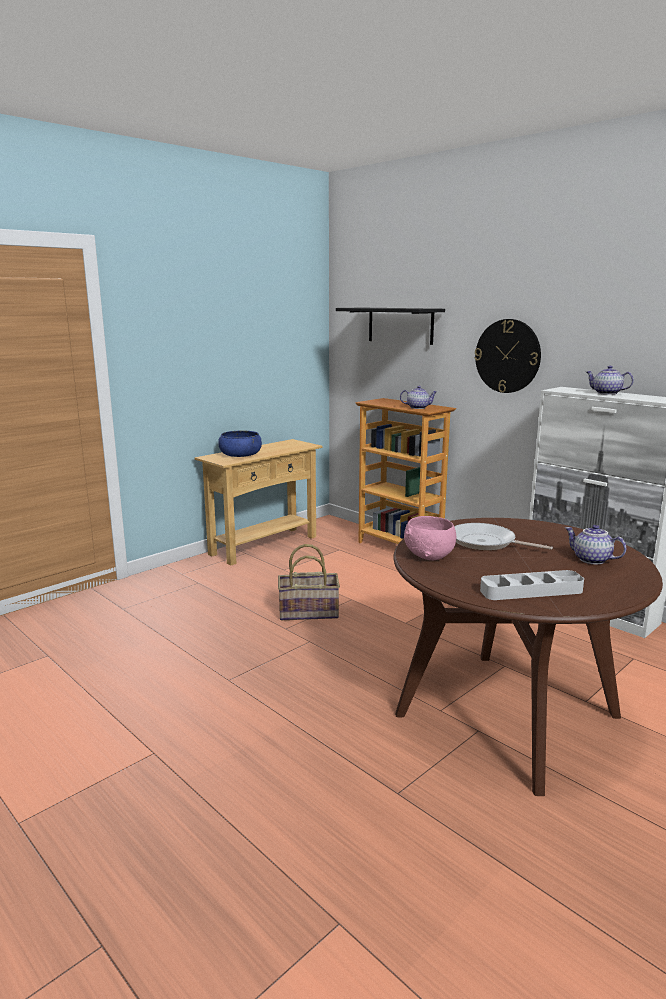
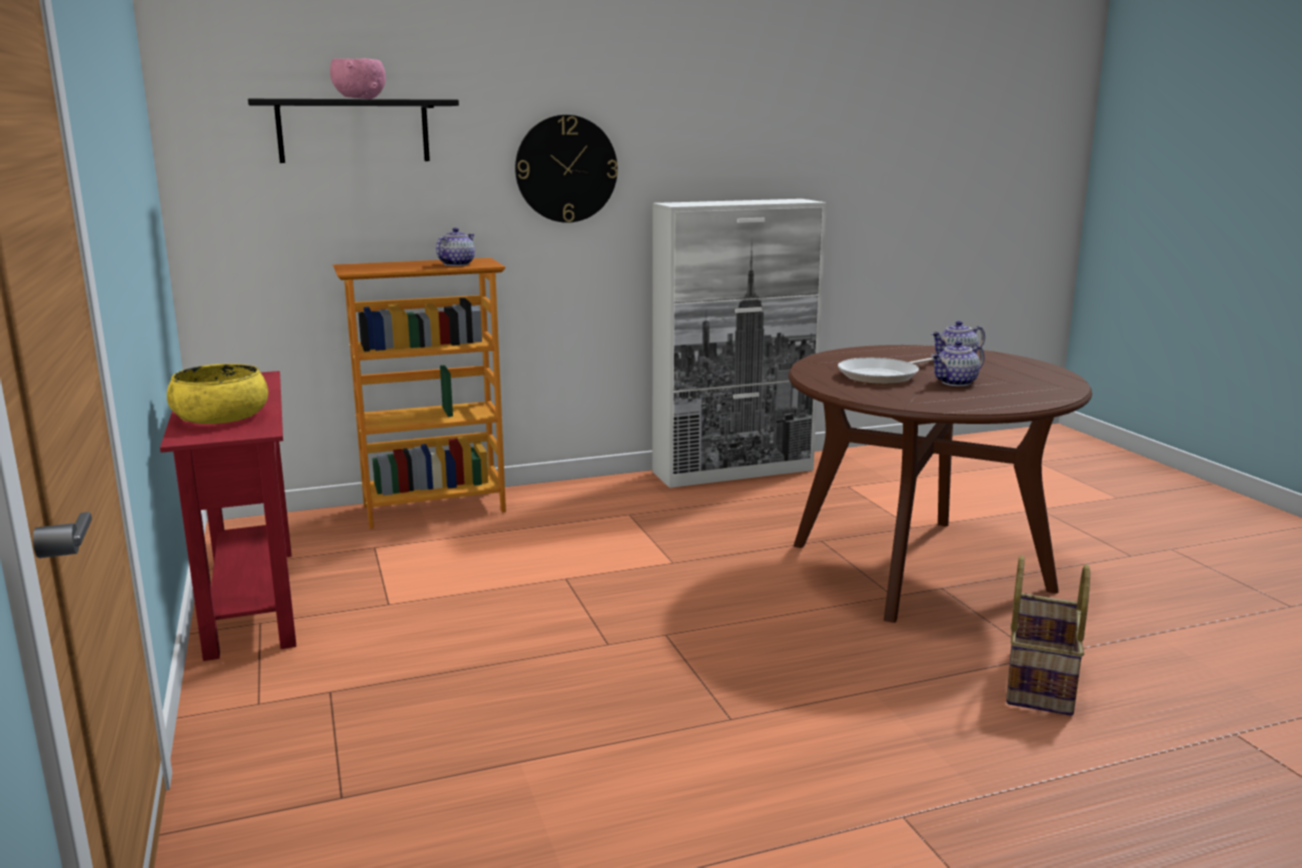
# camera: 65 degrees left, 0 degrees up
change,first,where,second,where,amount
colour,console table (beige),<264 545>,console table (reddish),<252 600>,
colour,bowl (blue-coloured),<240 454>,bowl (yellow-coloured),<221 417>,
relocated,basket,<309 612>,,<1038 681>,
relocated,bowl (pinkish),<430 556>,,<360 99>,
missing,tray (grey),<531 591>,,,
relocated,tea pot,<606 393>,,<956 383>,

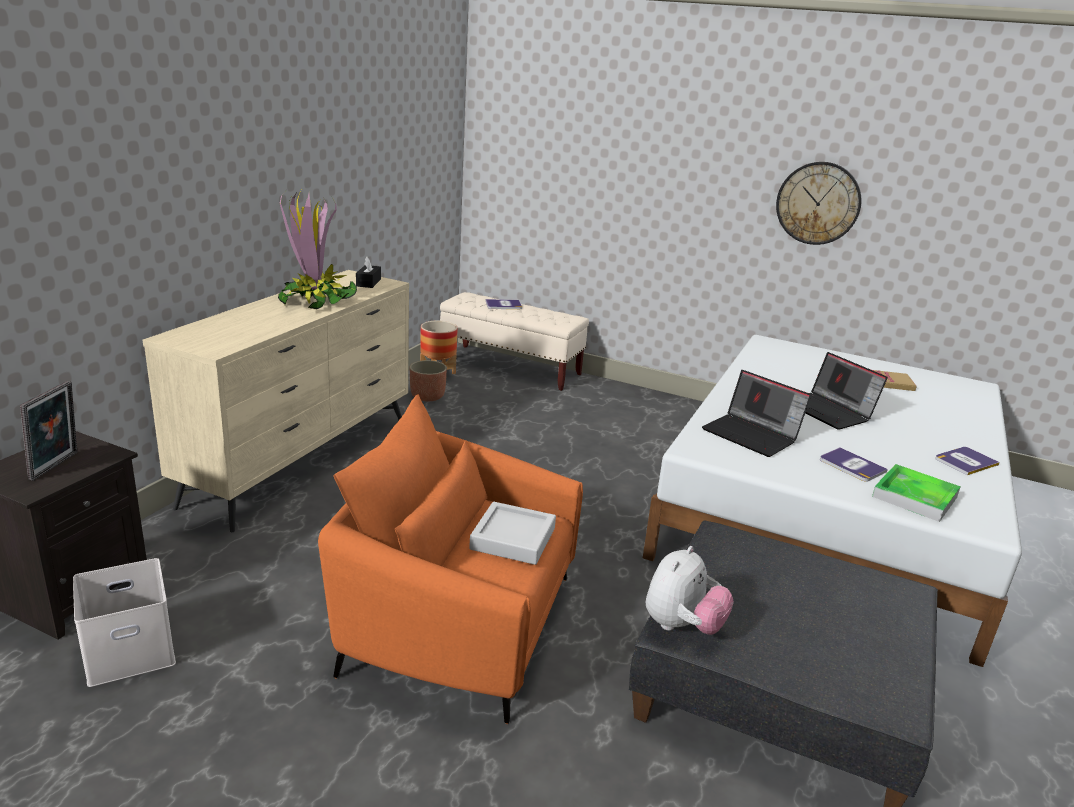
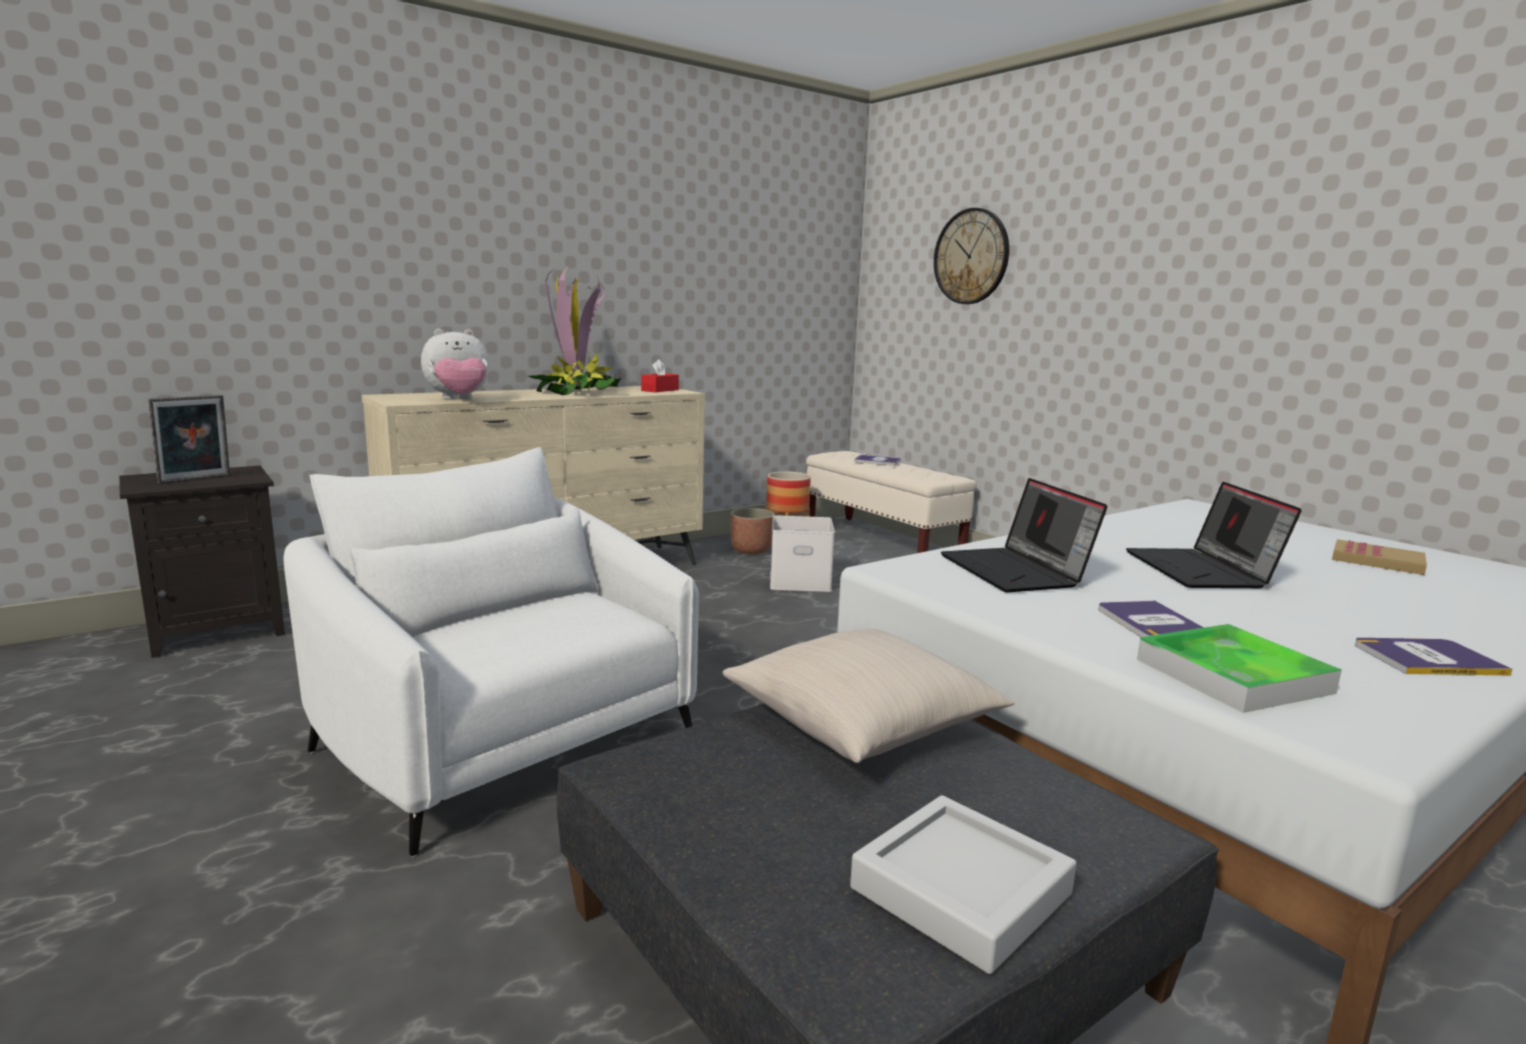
# camera: 30 degrees right, 10 degrees down
change,first,where,second,where,amount
relocated,storage bin (white),<131 649>,,<801 580>,
colour,easy chair (orange),<458 622>,easy chair (white),<506 739>,
colour,box of tissues (blackish),<368 283>,box of tissues (reddish),<660 390>,
relocated,tray (grey),<513 539>,,<961 891>,
relocated,cuddly toy,<682 626>,,<458 399>,
relocated,wall clock,<818 203>,,<971 256>,
appeared,,,cushion (beige),<861 723>,

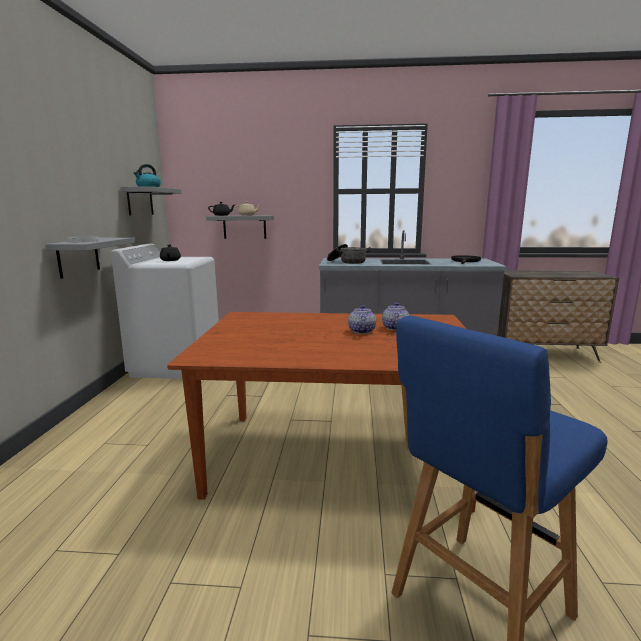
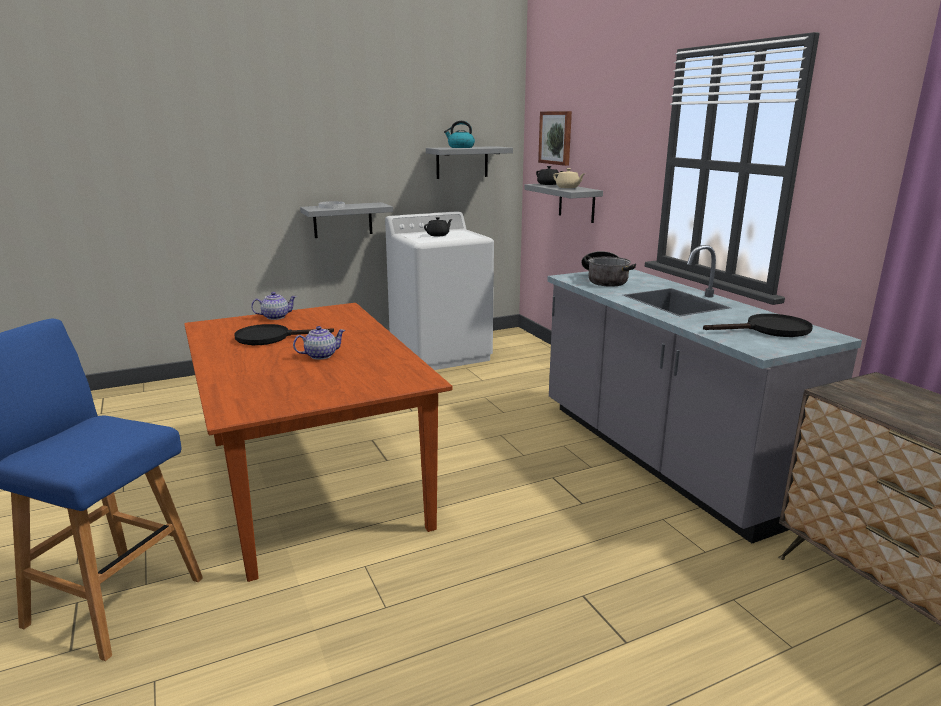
# camera: 60 degrees right, 5 degrees up
change,first,where,second,where,amount
relocated,tea pot,<394 328>,,<275 317>,
appeared,,,pan (blackish),<271 338>,
appeared,,,wall picture,<556 137>,

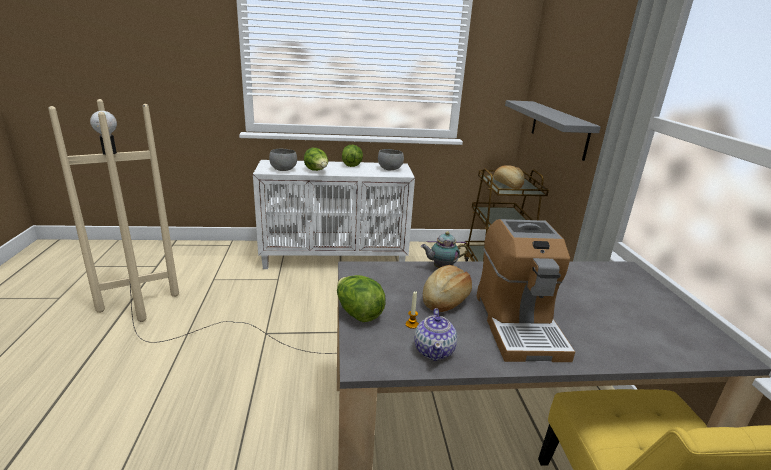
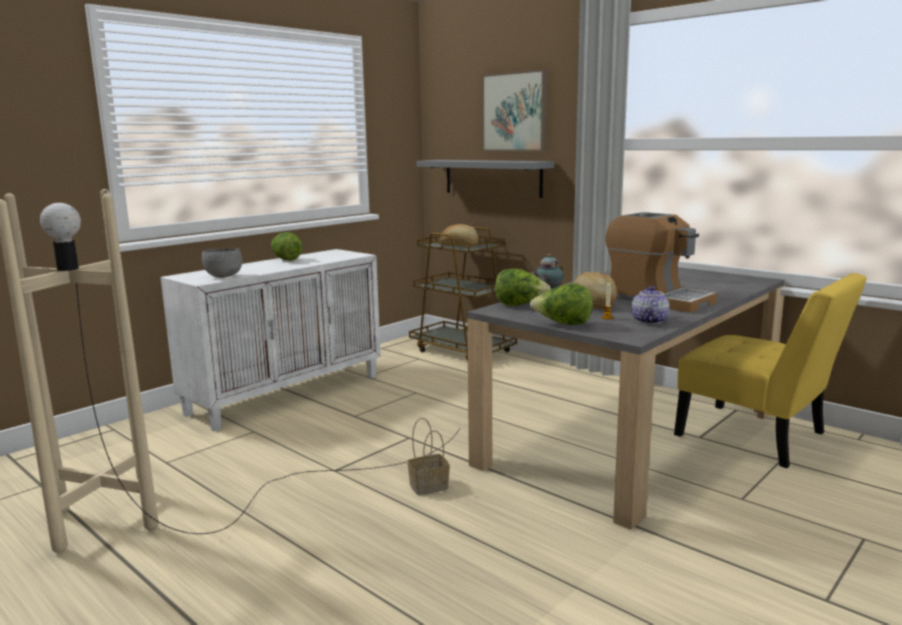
# camera: 40 degrees left, 10 degrees down
change,first,where,second,where,amount
relocated,head of lettuce,<317 171>,,<520 305>,
missing,bowl (grey),<389 169>,,,
spun,tea pot,<434 350>,,<649 321>,135 degrees counterclockwise
appeared,,,basket,<429 485>,
appeared,,,wall picture,<515 112>,

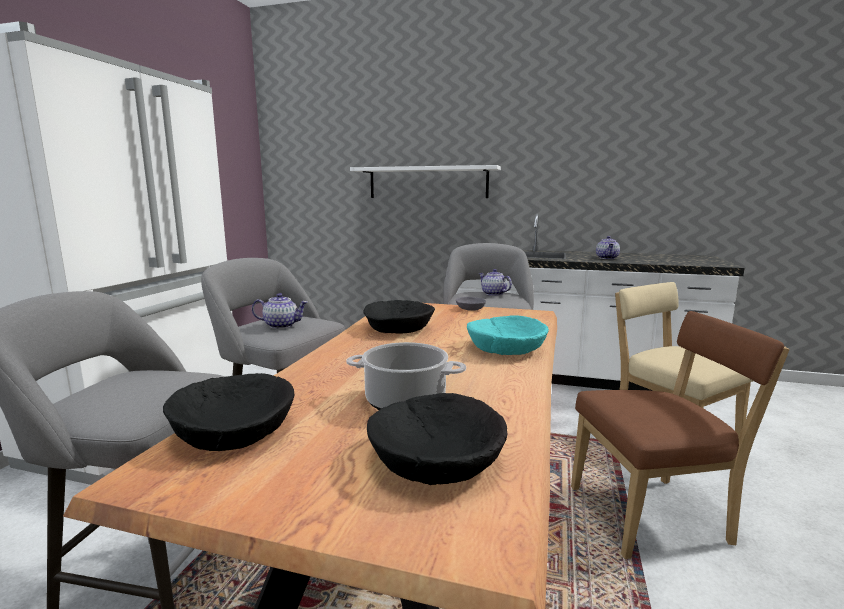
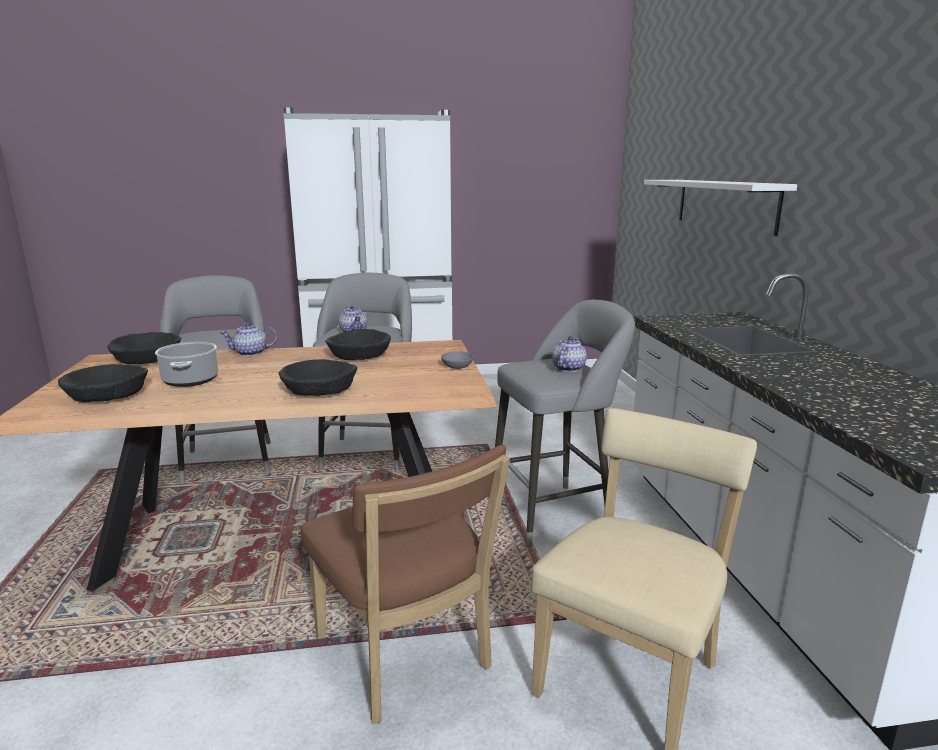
# camera: 65 degrees right, 5 degrees up
change,first,where,second,where,amount
colour,bowl (blue-green),<506 349>,bowl (blackish),<319 391>,
relocated,tea pot,<607 258>,,<250 353>,

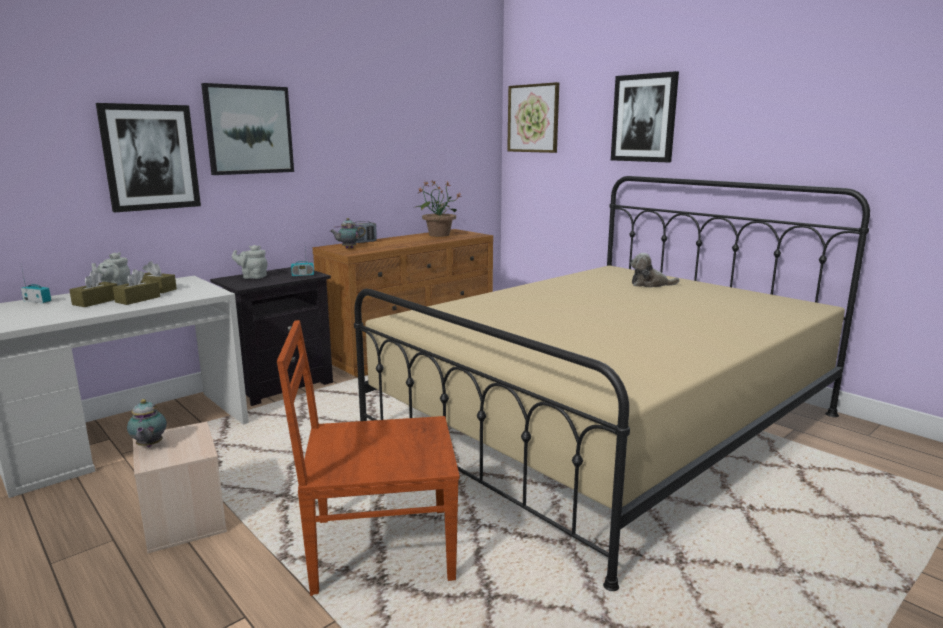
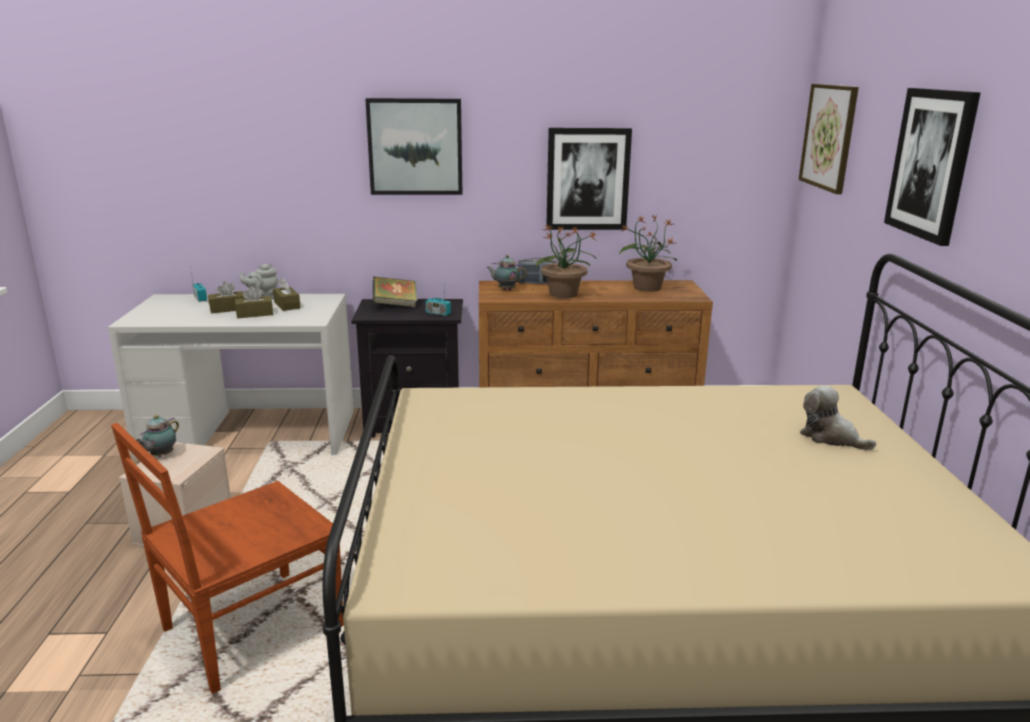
# camera: 40 degrees right, 5 degrees up
change,first,where,second,where,amount
relocated,wall picture,<150 157>,,<587 179>,
exchanged,tea pot (grey),<253 277>,volume,<395 305>,
spun,chair (brownish),<378 549>,,<248 630>,75 degrees counterclockwise
appeared,,,plant in a pot,<564 294>,

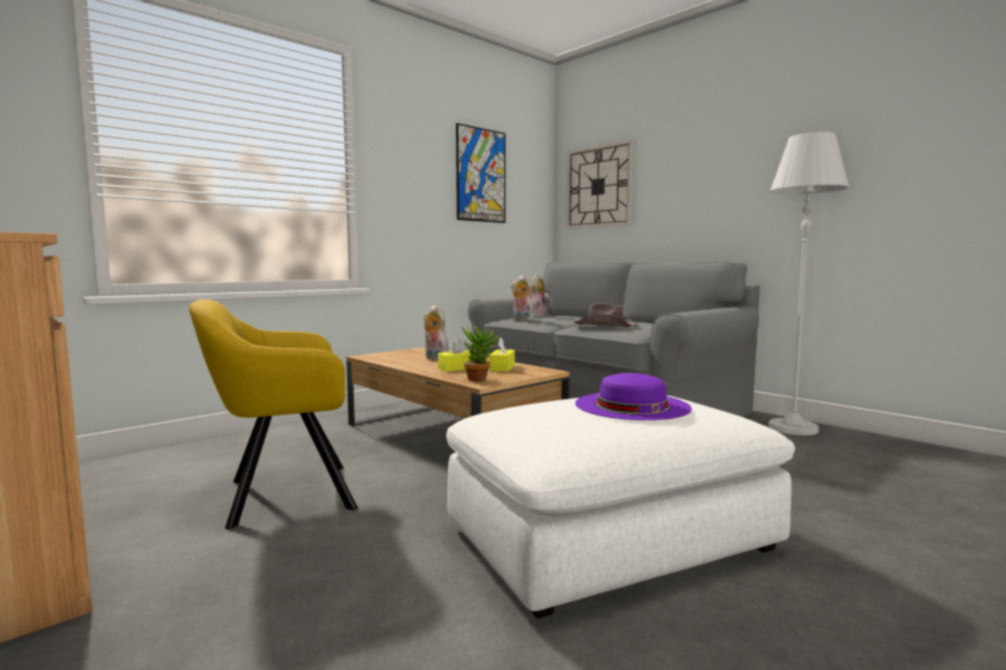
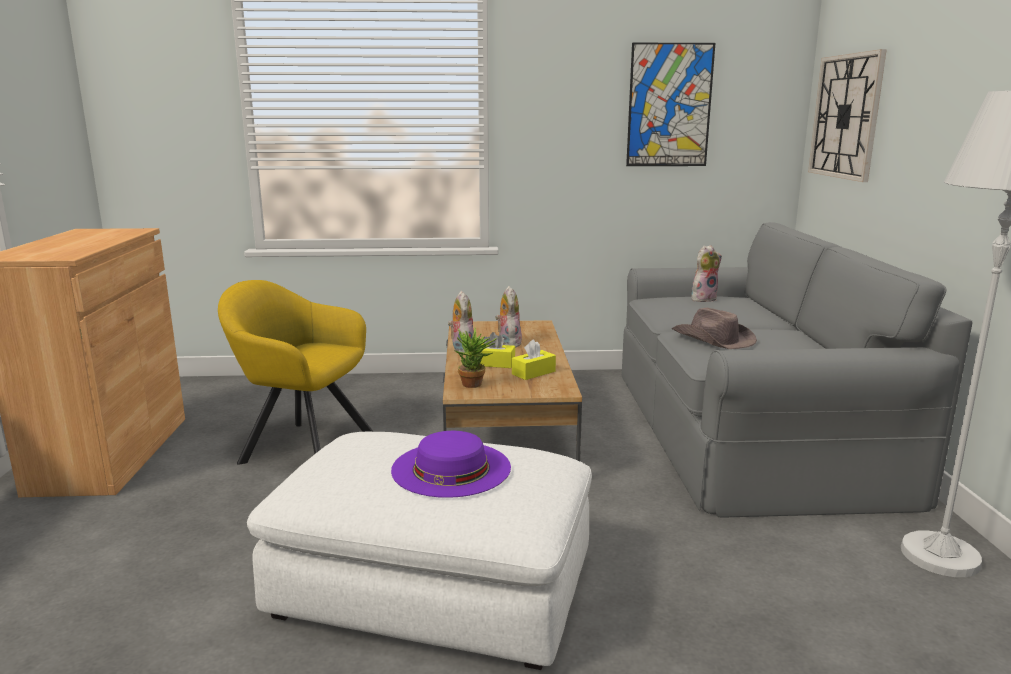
# camera: 40 degrees right, 10 degrees up
change,first,where,second,where,amount
relocated,cuddly toy,<521 320>,,<461 349>,

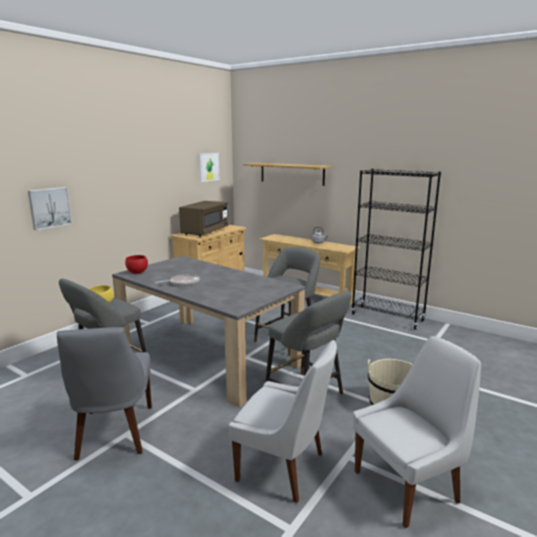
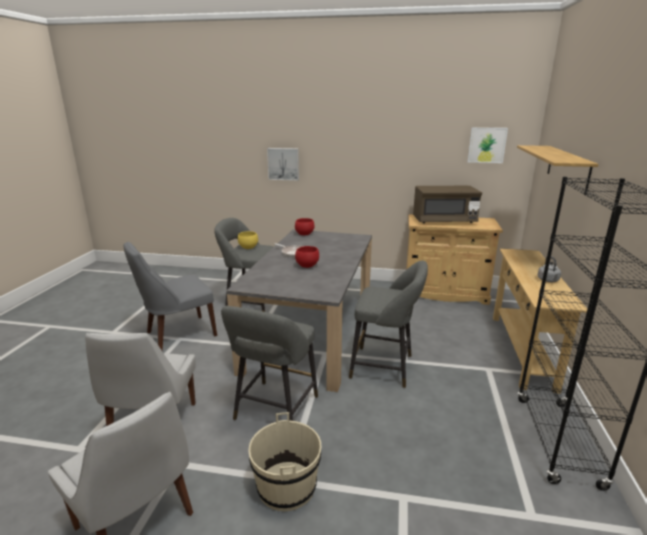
# camera: 65 degrees right, 5 degrees up
change,first,where,second,where,amount
appeared,,,bowl (reddish),<306 266>,

